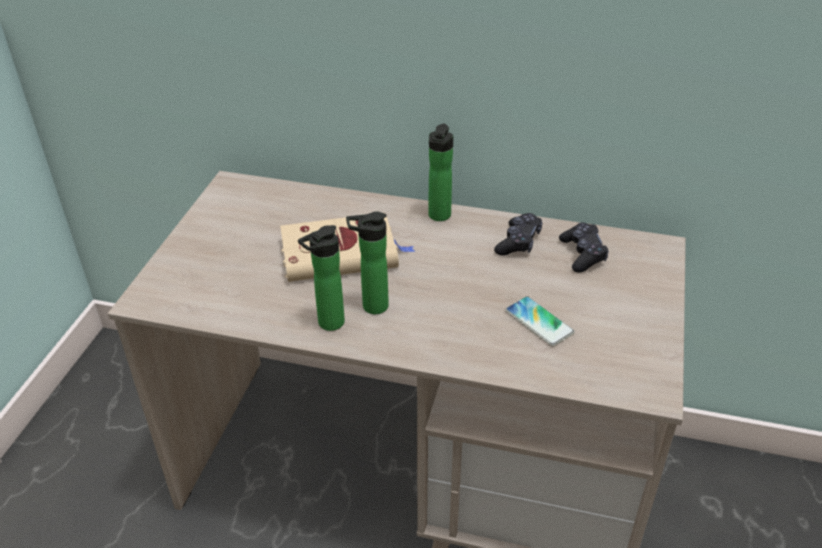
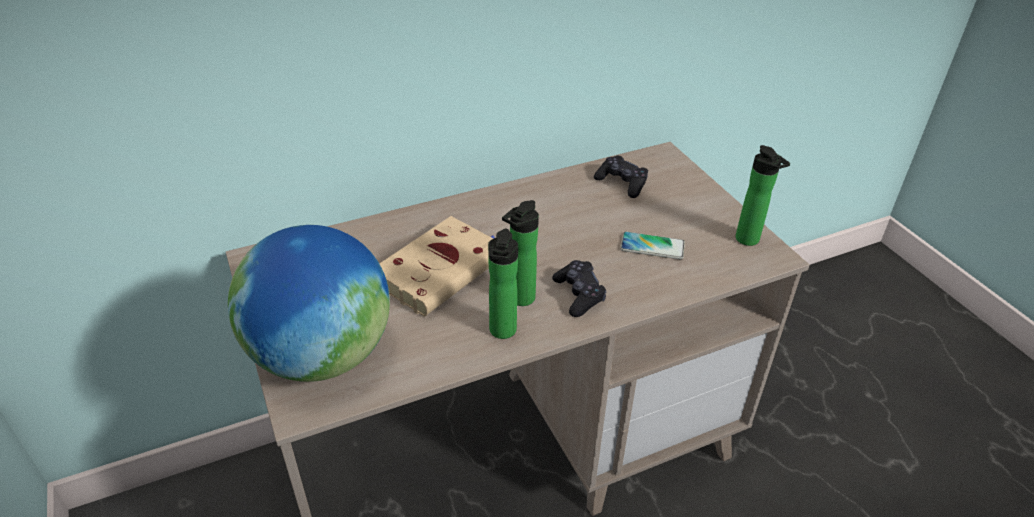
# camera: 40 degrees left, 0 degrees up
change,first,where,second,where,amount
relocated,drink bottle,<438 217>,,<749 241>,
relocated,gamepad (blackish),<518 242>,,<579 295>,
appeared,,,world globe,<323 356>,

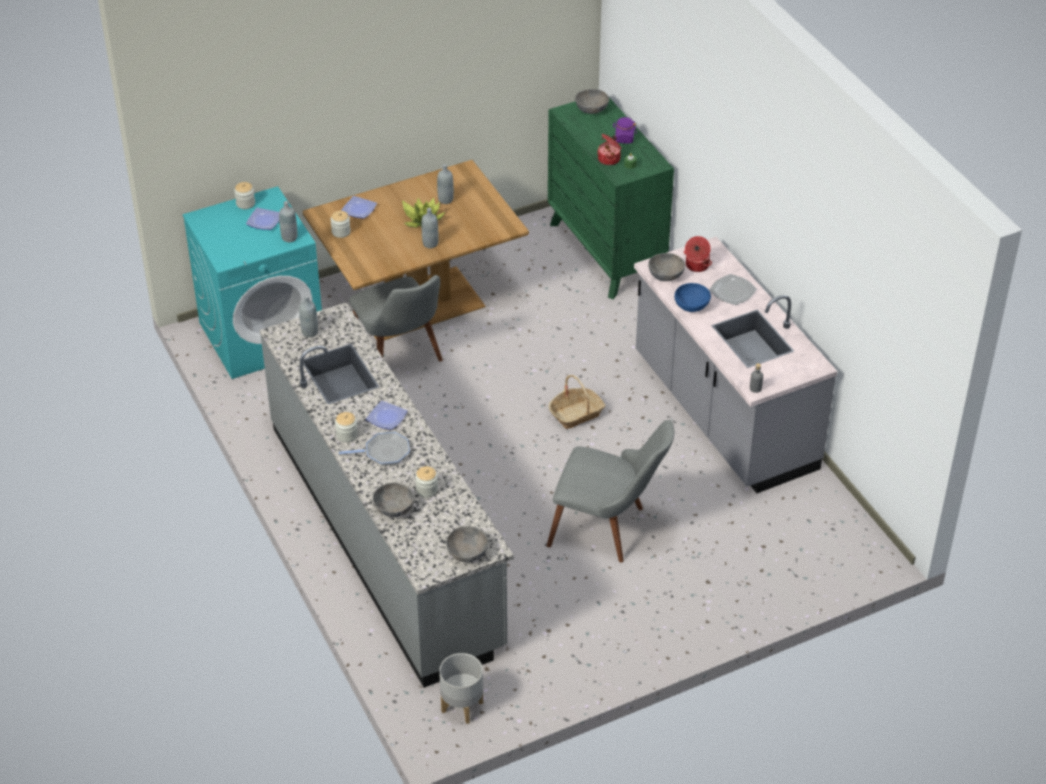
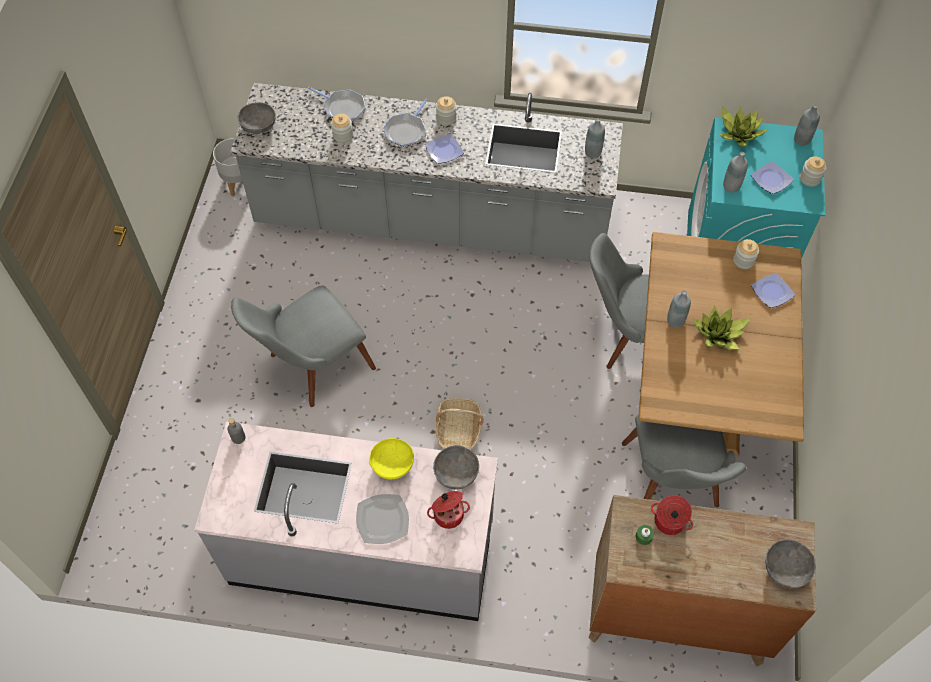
# camera: 125 degrees right, 15 degrees up
change,first,where,second,where,amount
exchanged,bowl (grey),<394 508>,pan,<342 108>,
relocated,drink bottle (grey),<445 200>,,<802 139>,
colour,drawer chest (green-coloured),<606 252>,drawer chest (brownish),<676 615>,
missing,preserve jar (purple),<624 139>,,,
colour,bowl (blue-coloured),<692 306>,bowl (yellow-coloured),<392 465>,
appeared,,,chair (grey),<674 487>,
appeared,,,plant in a pot,<739 133>,

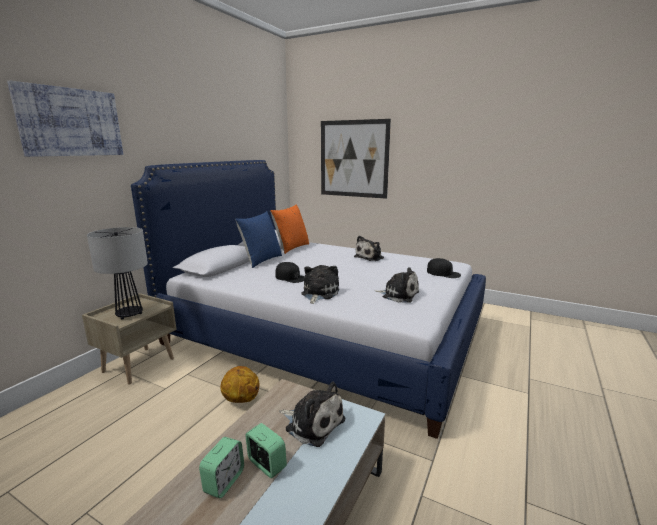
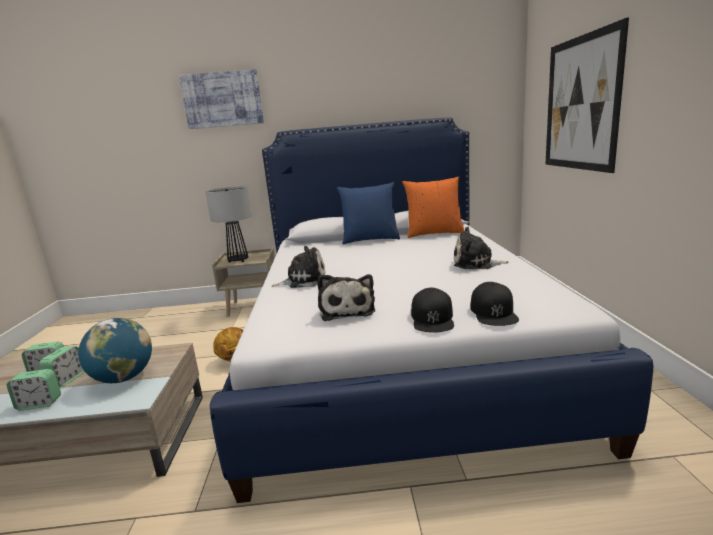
# camera: 60 degrees right, 0 degrees up
change,first,where,second,where,amount
relocated,baseball cap (blackish),<290 277>,,<432 318>,
exchanged,cuddly toy,<312 423>,world globe,<124 378>,
appeared,,,table clock,<39 403>,

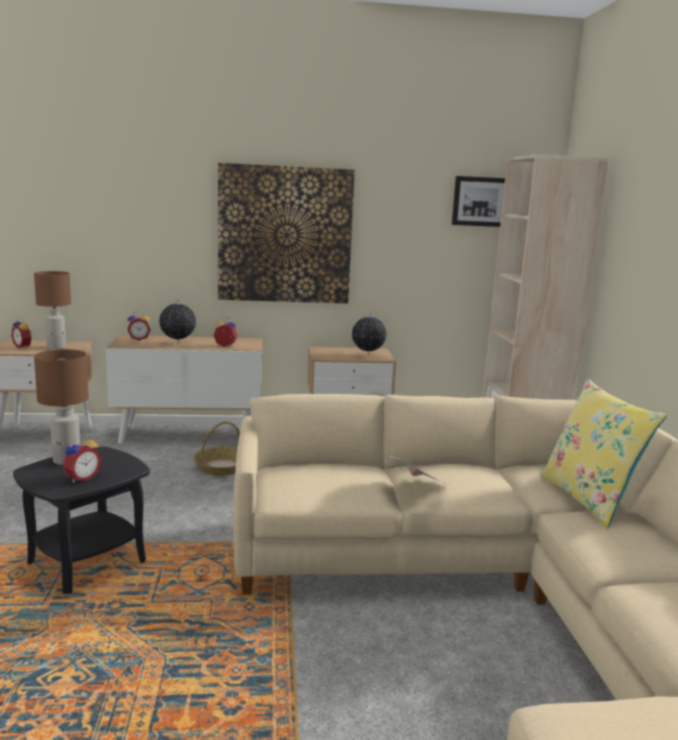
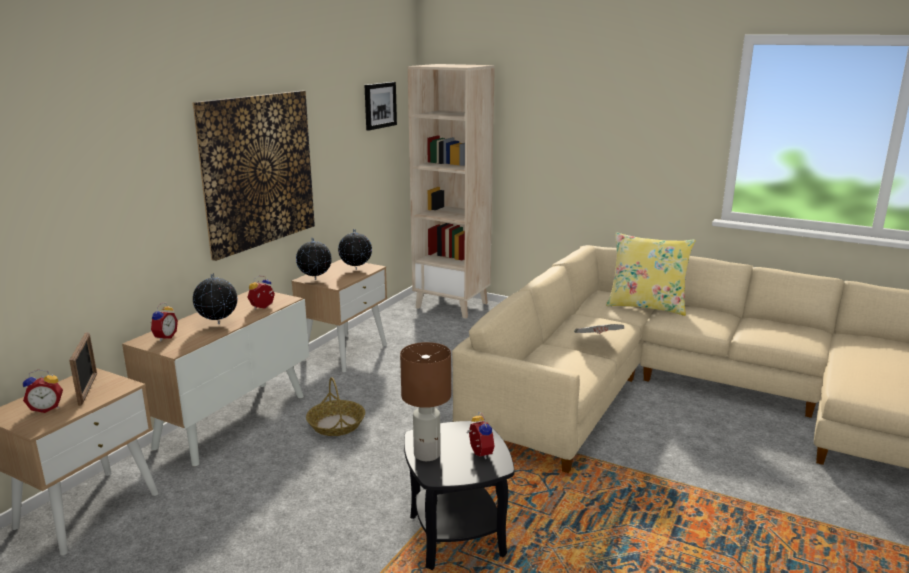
# camera: 55 degrees left, 5 degrees up
change,first,where,second,where,amount
exchanged,lamp for a table (brownish),<56 347>,standing frame,<88 389>,
appeared,,,world globe,<315 280>,

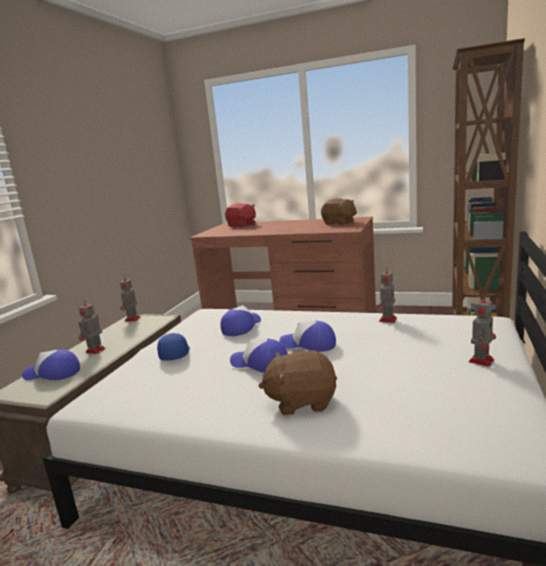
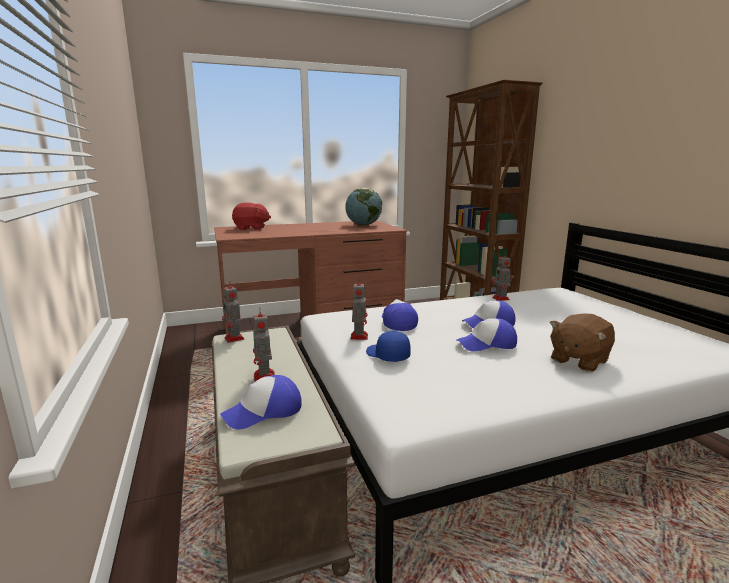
# camera: 40 degrees left, 0 degrees up
change,first,where,second,where,amount
exchanged,cuddly toy (brownish),<339 223>,world globe,<363 225>,
relocated,robot figure,<481 360>,,<359 336>,

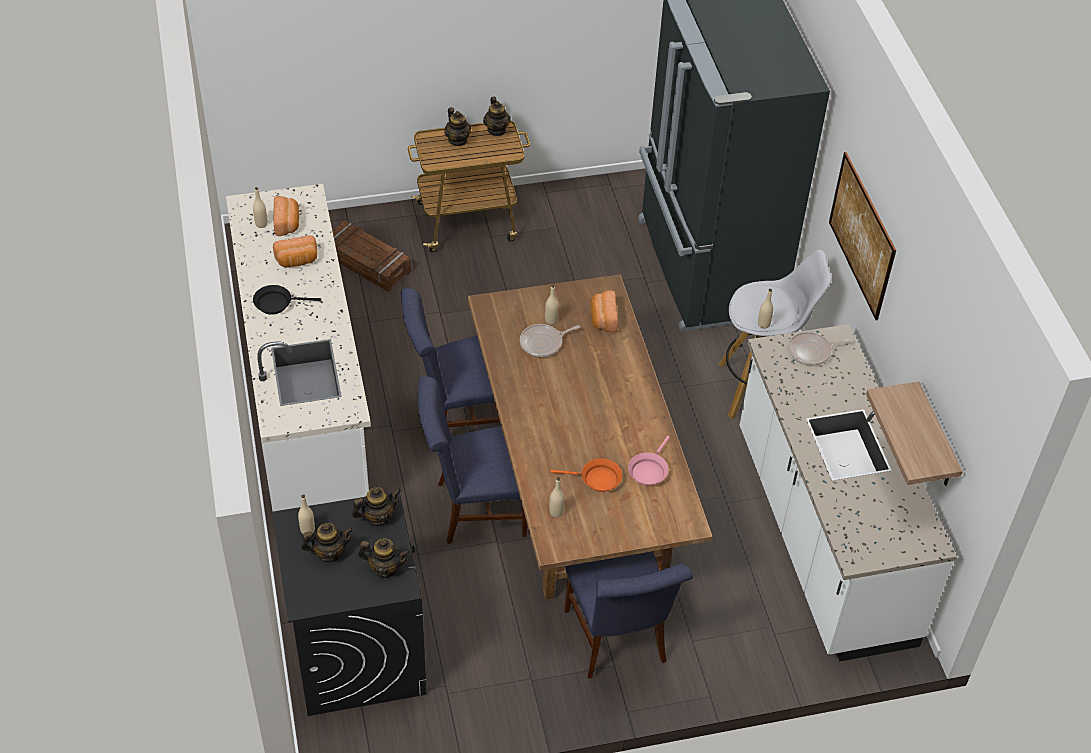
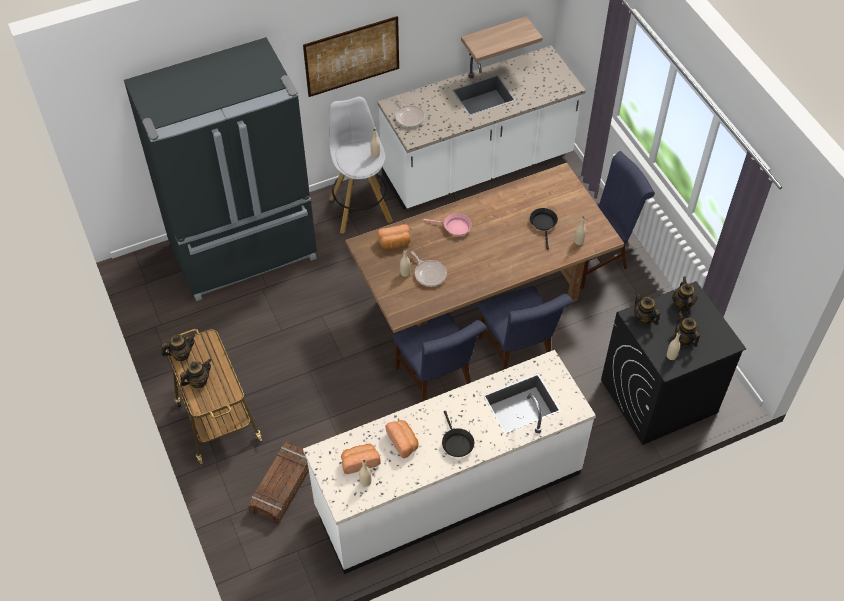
# camera: 100 degrees left, 5 degrees up
change,first,where,second,where,amount
colour,pan (orange),<597 479>,pan (blackish),<543 224>,
relocated,pan (pinkish),<649 470>,,<454 227>,

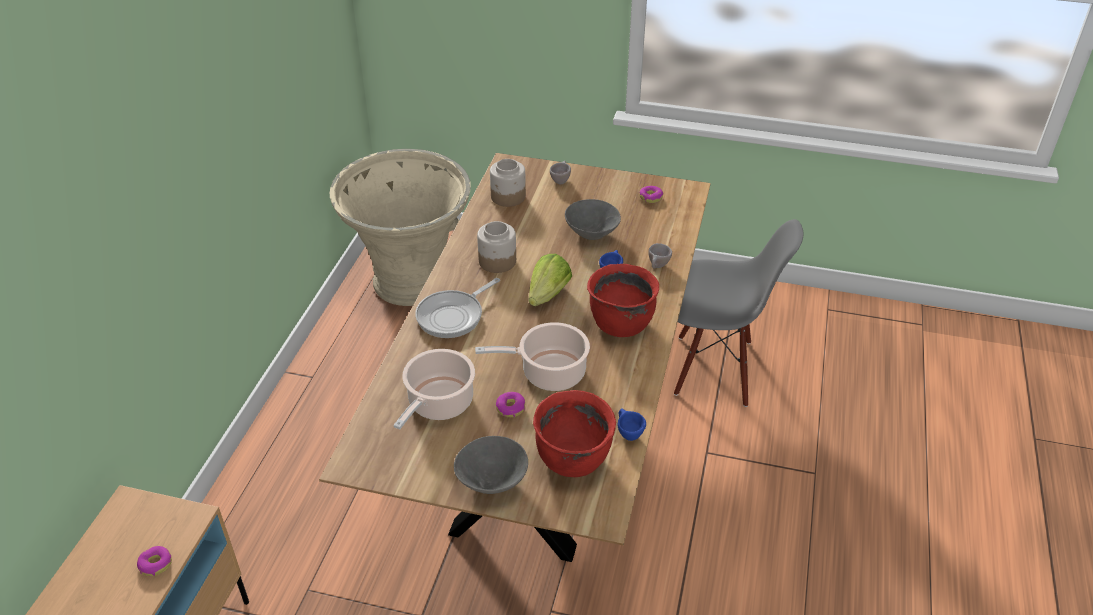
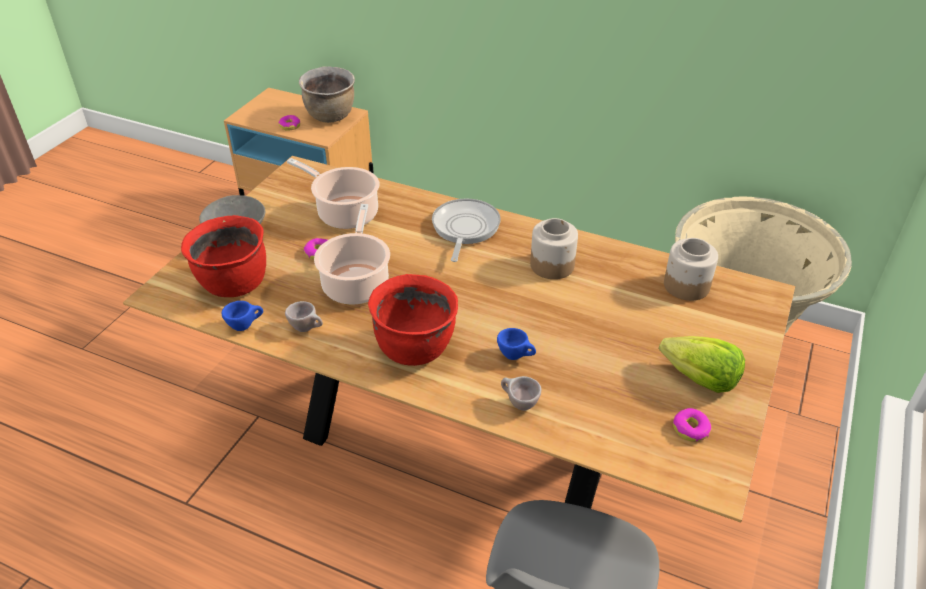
# camera: 100 degrees right, 0 degrees up
change,first,where,second,where,amount
spun,pan,<453 316>,,<464 229>,45 degrees clockwise
relocated,head of lettuce,<548 295>,,<700 379>,
relocated,drinking cup (beige),<560 180>,,<307 328>,
missing,bowl (grey),<592 234>,,,
appeared,,,saucepot (brownish),<331 116>,

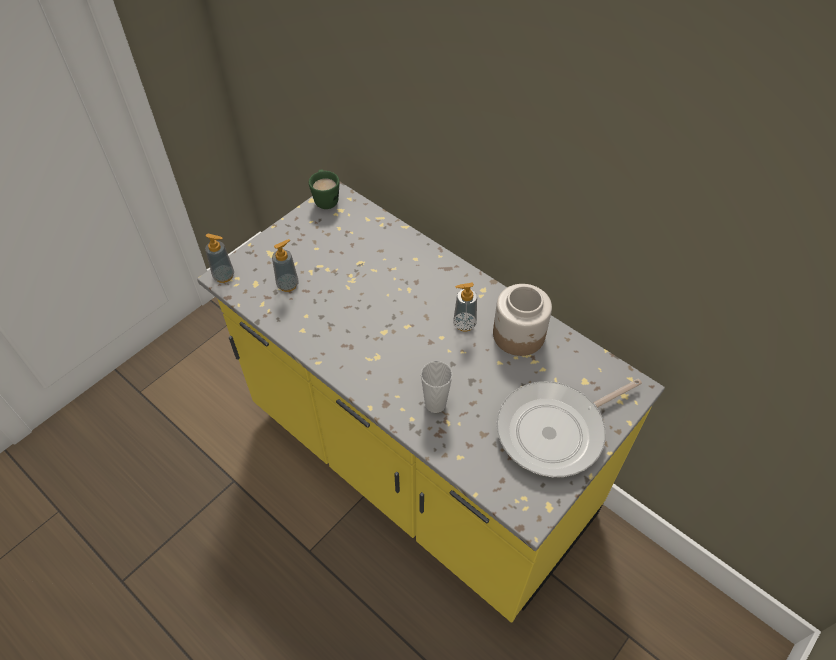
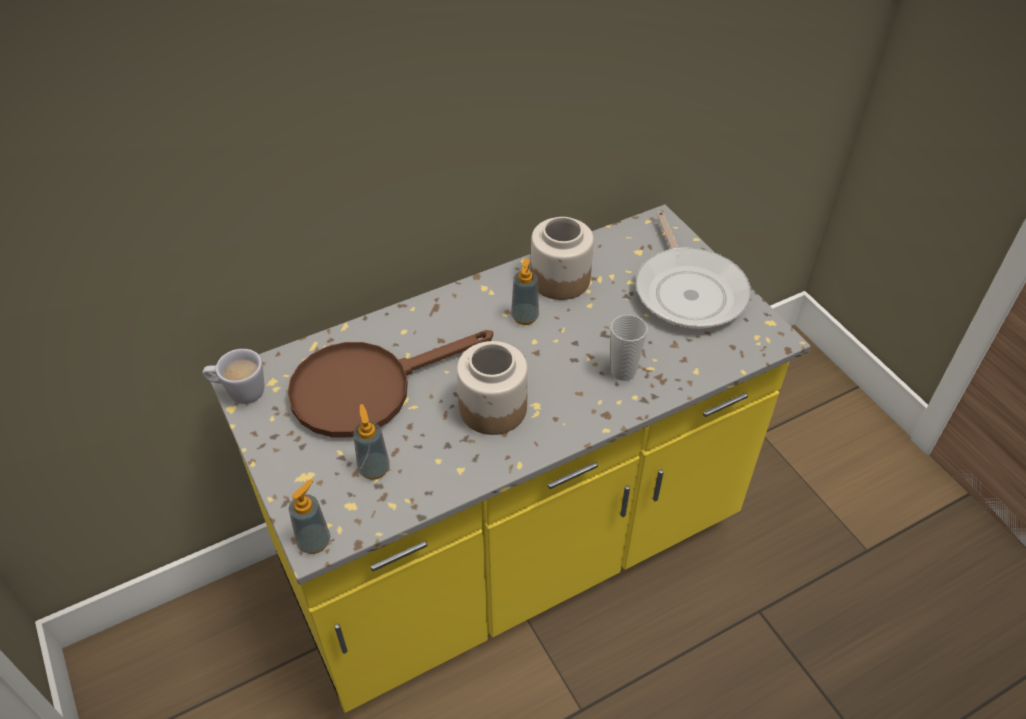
# camera: 70 degrees left, 5 degrees down
change,first,where,second,where,amount
colour,tea mug (green-coloured),<325 198>,tea mug (white),<239 392>,
appeared,,,pan (brownish),<367 388>,
appeared,,,preserve jar,<494 408>,

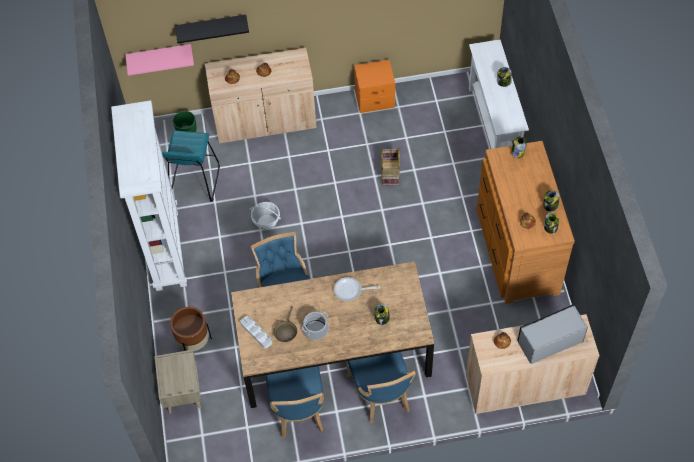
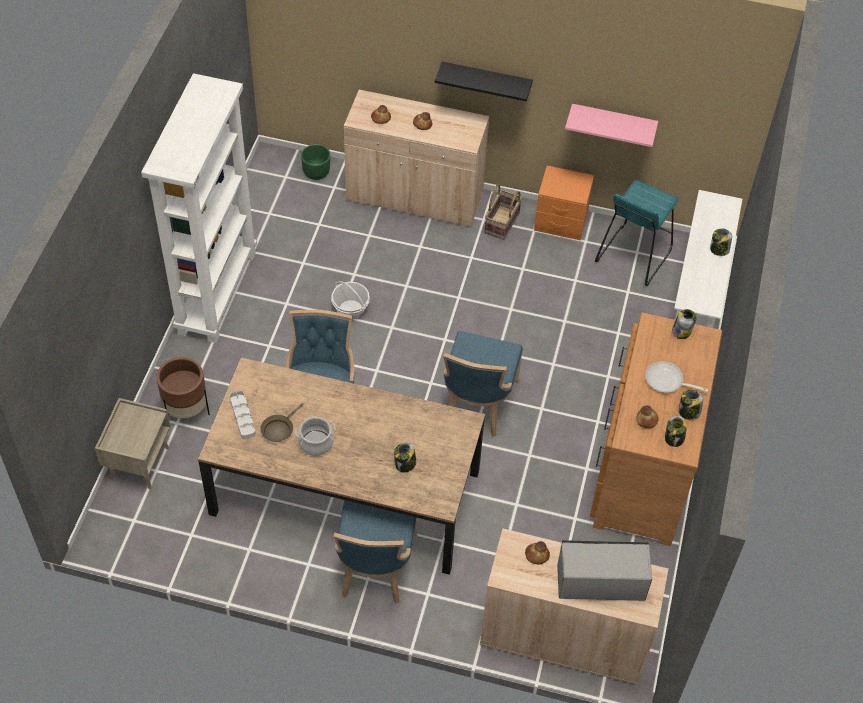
# camera: 20 degrees right, 5 degrees down
change,first,where,second,where,amount
relocated,bracket shelf (pinkish),<160 56>,,<613 123>,
relocated,sitting stool (blue-green),<194 181>,,<633 255>,
relocated,bracket shelf (blackish),<212 27>,,<486 81>,
relocated,chair (blue-coloured),<298 411>,,<477 404>,
relocated,pan,<350 291>,,<667 381>,
relocated,basket,<390 173>,,<502 223>,

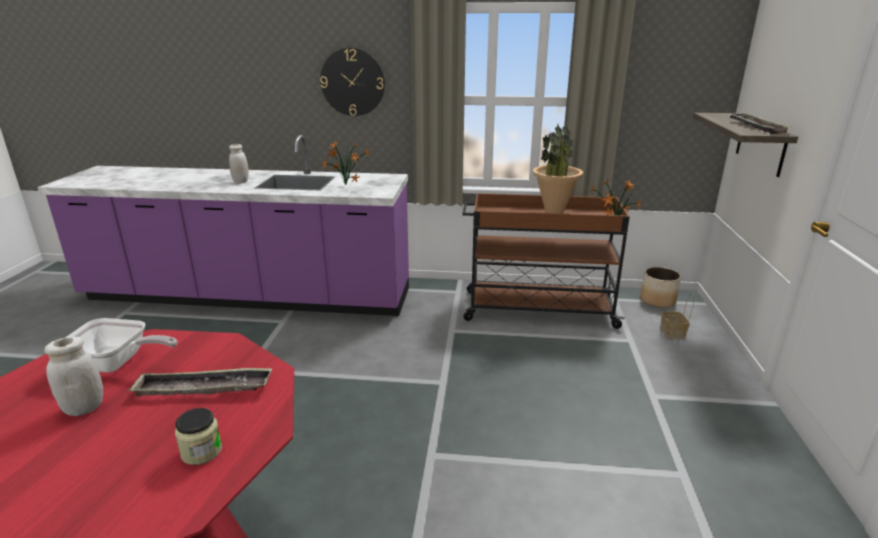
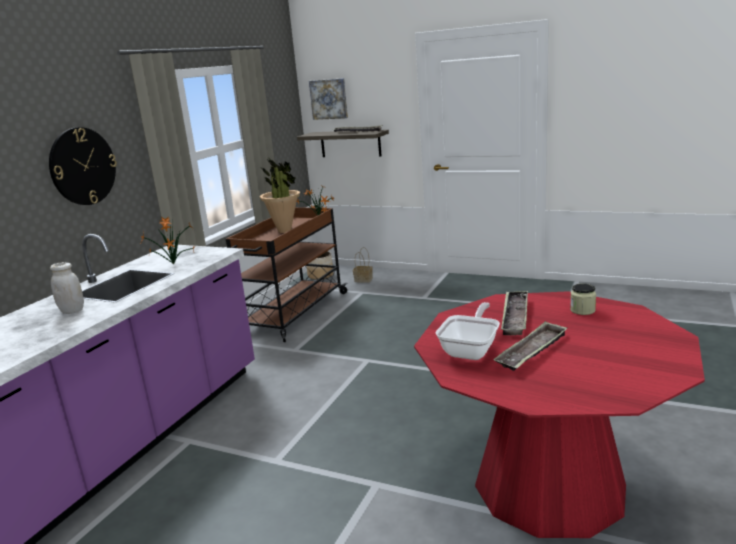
# camera: 70 degrees left, 5 degrees down
change,first,where,second,where,amount
exchanged,preserve jar (white),<84 408>,tray,<532 351>,
appeared,,,wall picture,<329 99>,

